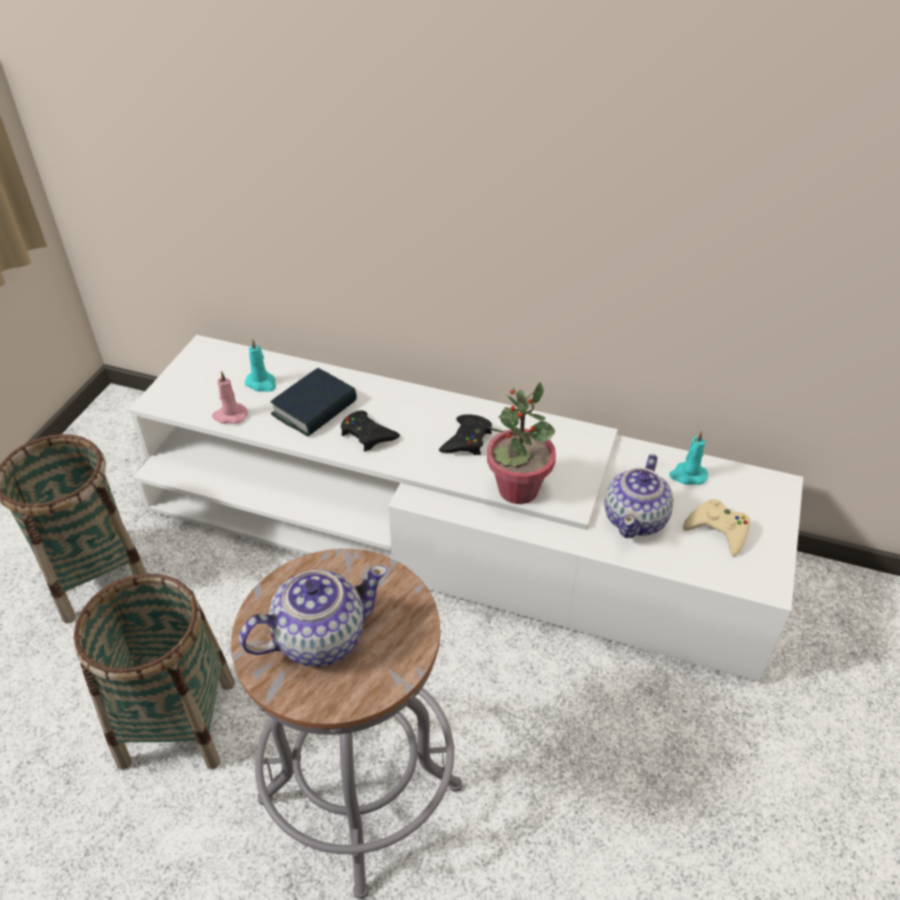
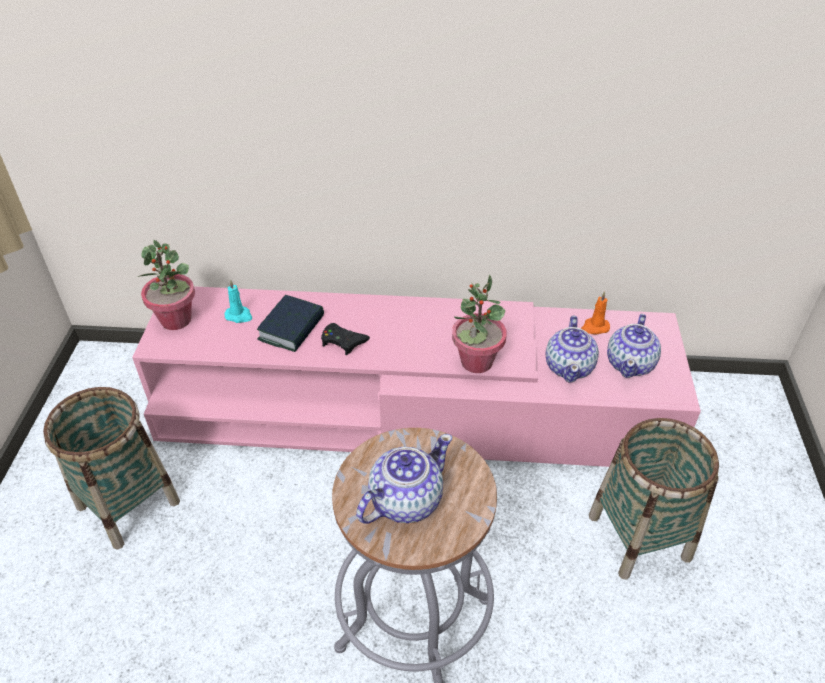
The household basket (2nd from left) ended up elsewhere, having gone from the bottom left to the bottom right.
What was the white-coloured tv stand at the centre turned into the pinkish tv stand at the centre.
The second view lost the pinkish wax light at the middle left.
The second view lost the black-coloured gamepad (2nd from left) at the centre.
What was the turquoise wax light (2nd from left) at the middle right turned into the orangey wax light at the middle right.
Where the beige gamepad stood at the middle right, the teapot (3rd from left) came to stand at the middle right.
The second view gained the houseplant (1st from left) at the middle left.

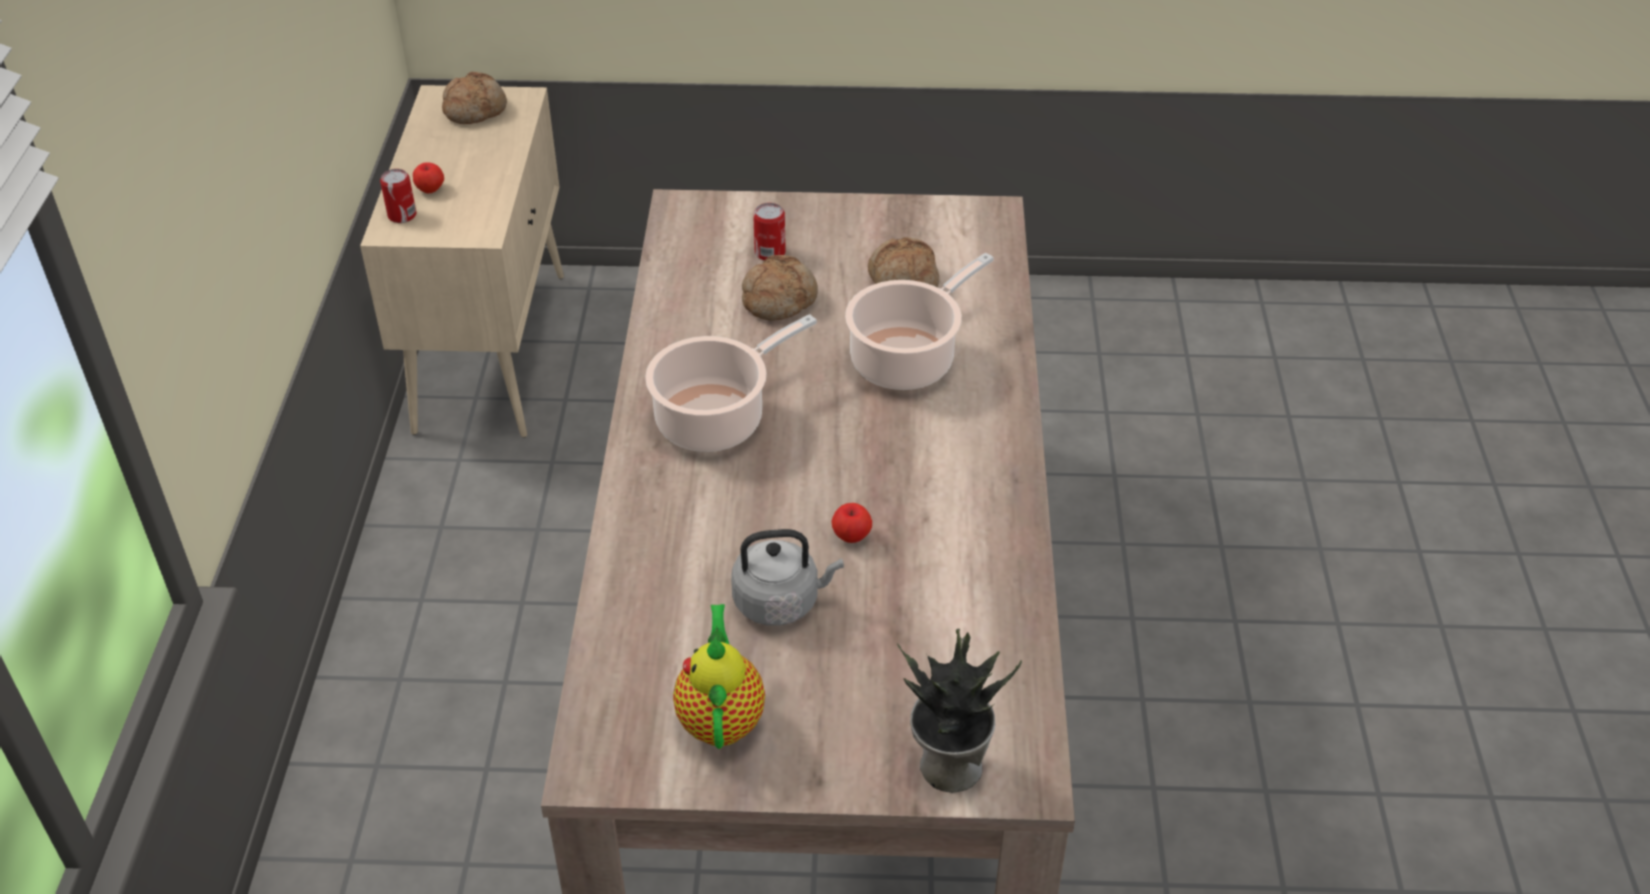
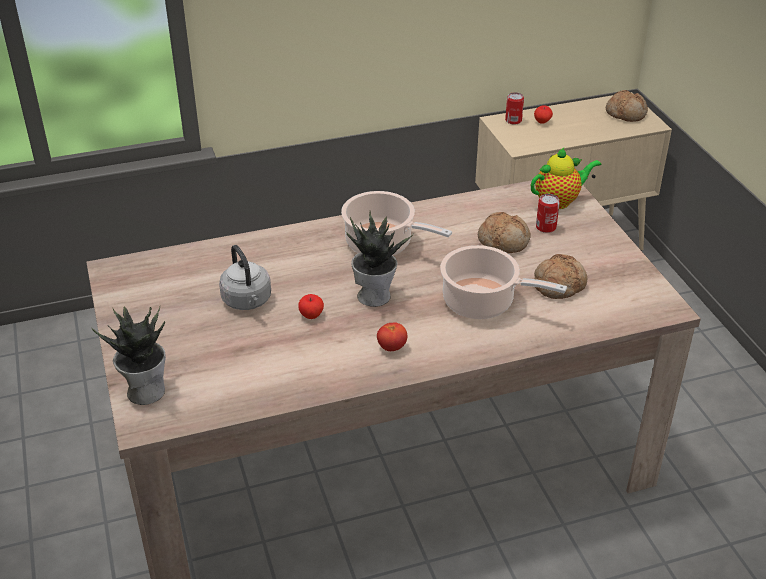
The teapot ended up elsewhere, having gone from the bottom centre to the top right.
The second view gained the houseplant (2nd from left) at the centre.
The second view gained the whole tomato at the centre.

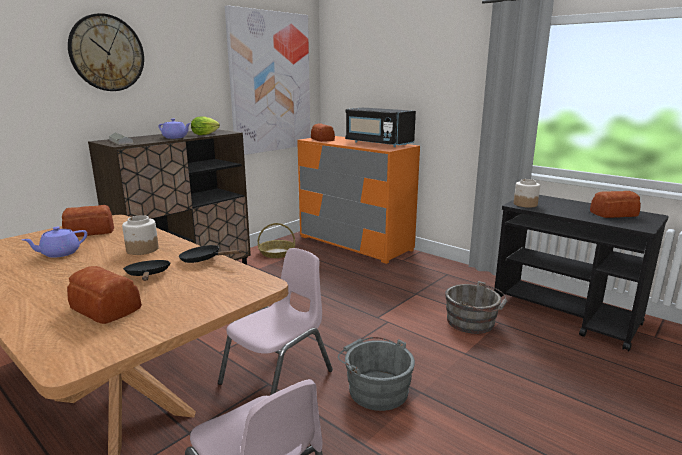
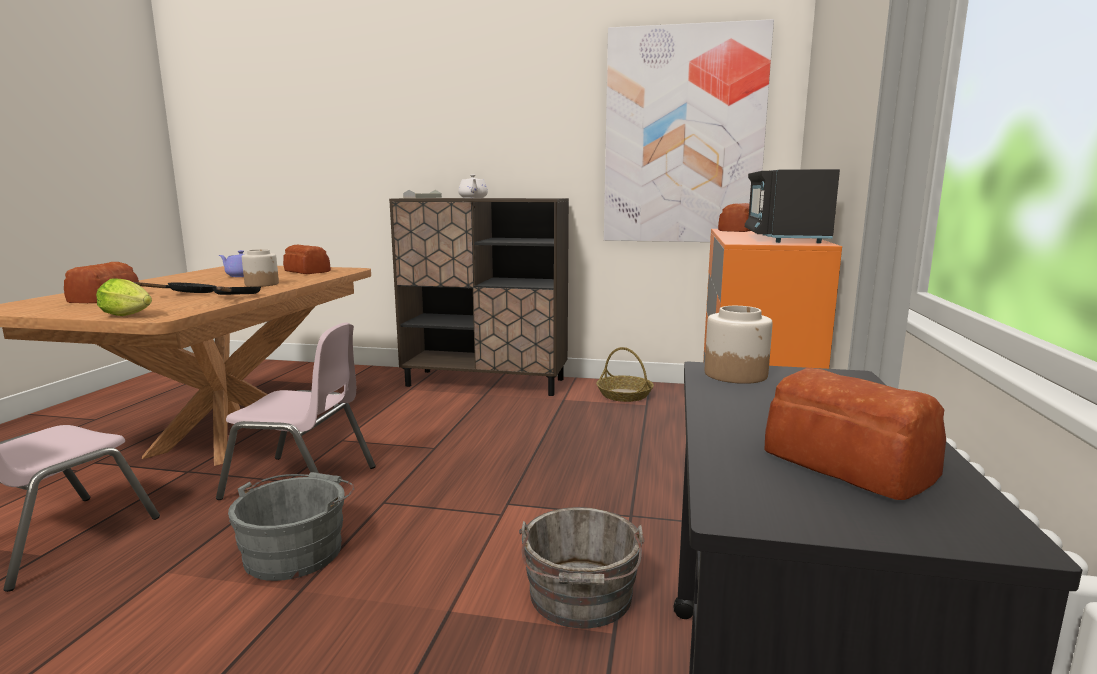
The second view lost the clock on the wall at the top left.
What was the purplish teapot (2nd from left) at the top left turned into the white-coloured teapot at the top centre.
The lettuce ended up elsewhere, having gone from the top left to the middle left.

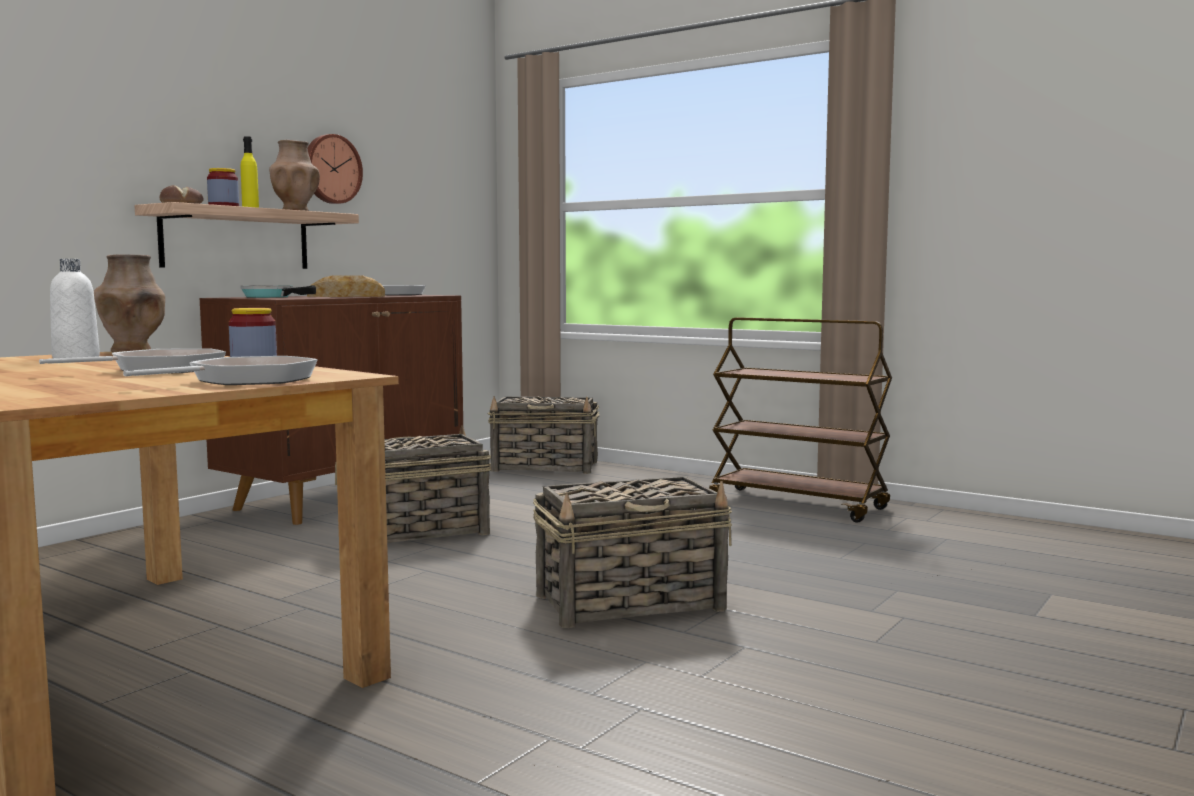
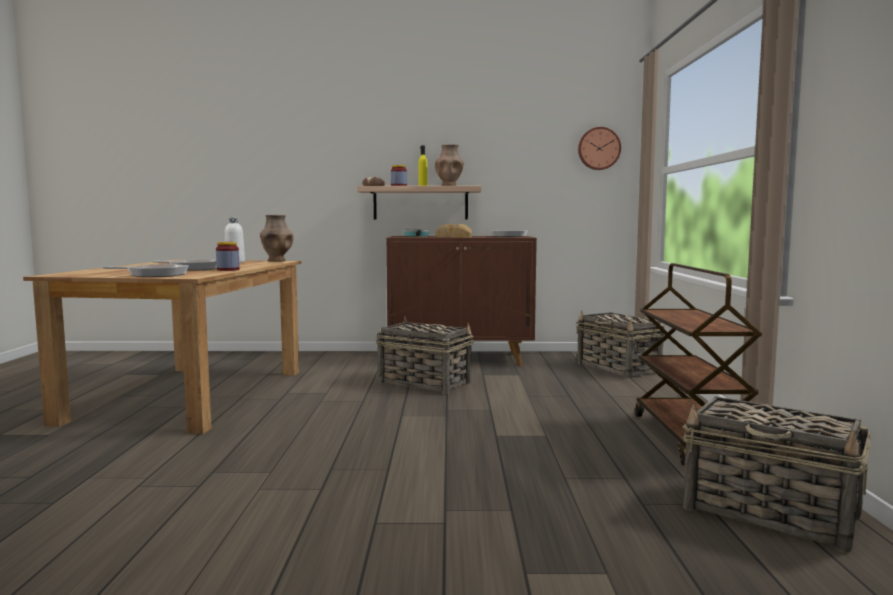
The clock on the wall ended up elsewhere, having gone from the top left to the top right.
The household basket (3rd from left) ended up elsewhere, having gone from the bottom centre to the bottom right.

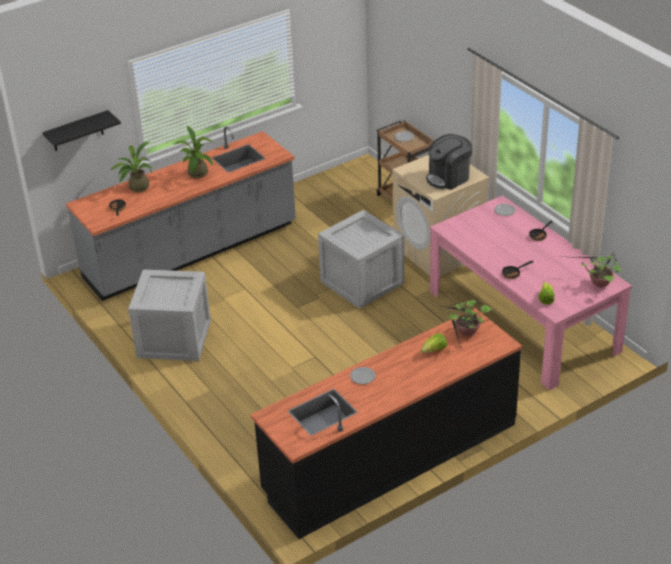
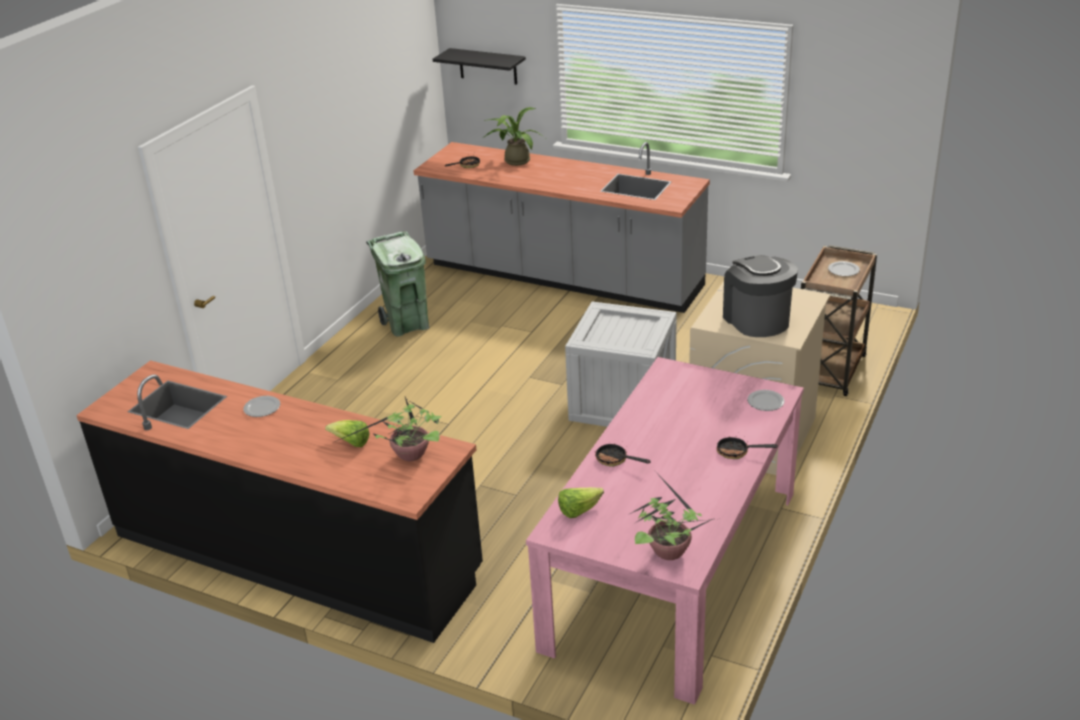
Where the shipping crate (1st from left) stood at the middle left, the greenish trash can came to stand at the centre.
The second view lost the houseplant (2nd from left) at the top left.
The coffee brewer at the top right ended up facing another way, 45 degrees clockwise from before.

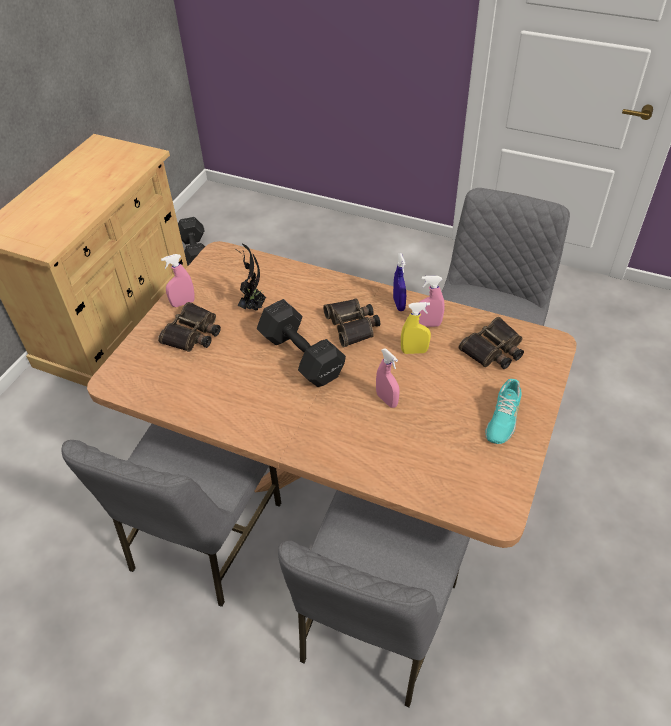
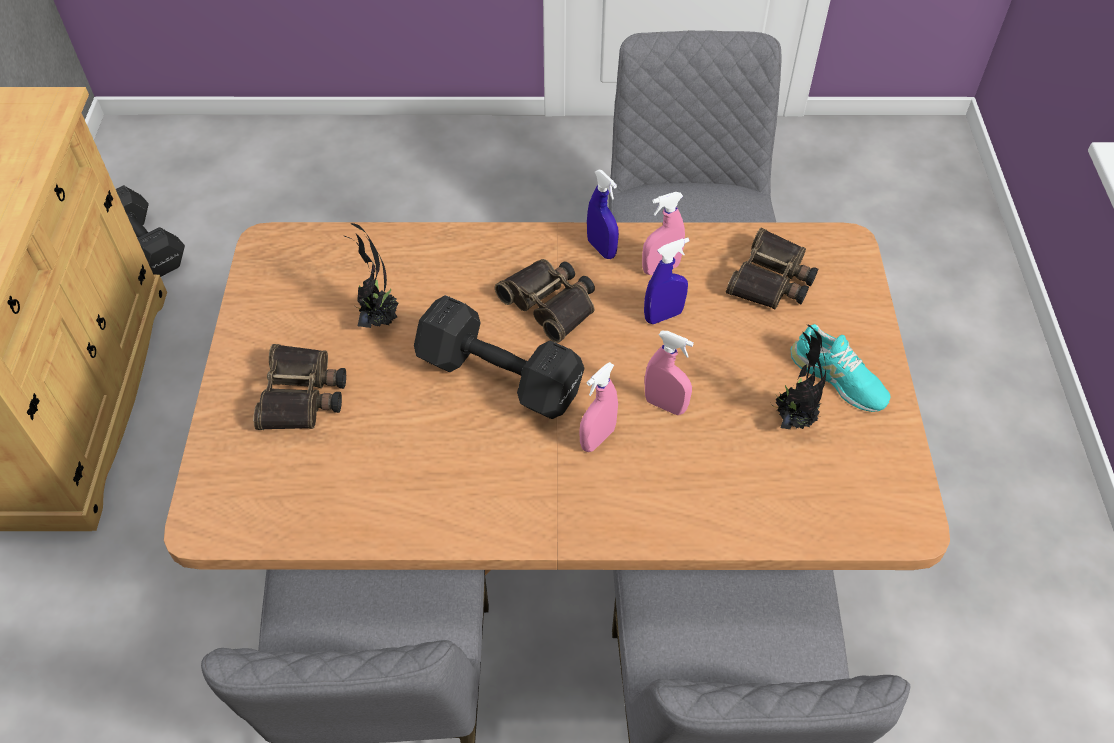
The pinkish spray bottle (1st from left) ended up elsewhere, having gone from the middle left to the centre.
What was the yellow spray bottle at the centre turned into the bluish spray bottle (2nd from left) at the centre.
The turquoise low shoe at the middle right ended up facing another way, 45 degrees counterclockwise from before.
The second view gained the houseplant (2nd from left) at the middle right.

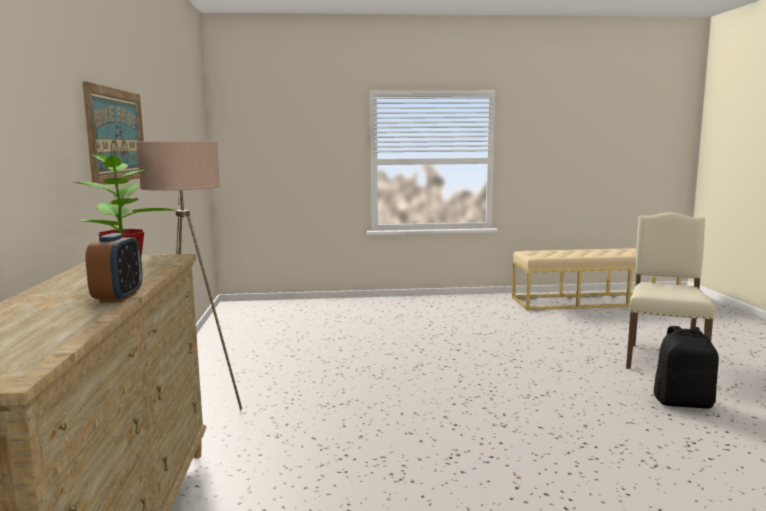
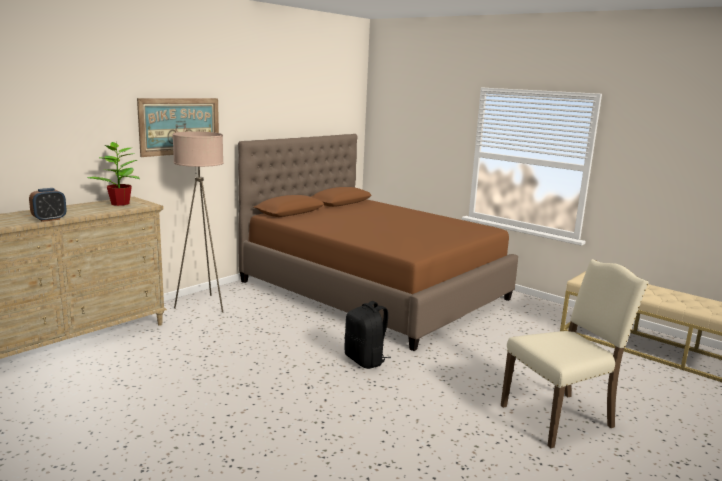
The black-coloured backpack ended up elsewhere, having gone from the bottom right to the bottom centre.
The second view gained the brownish sleeping bed at the centre.

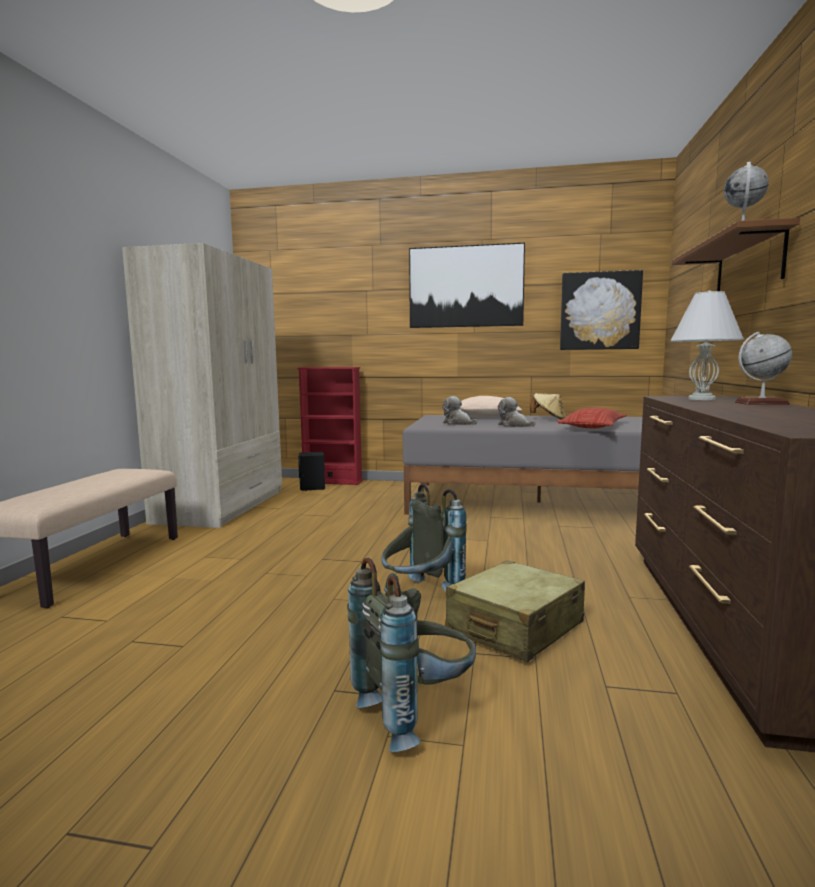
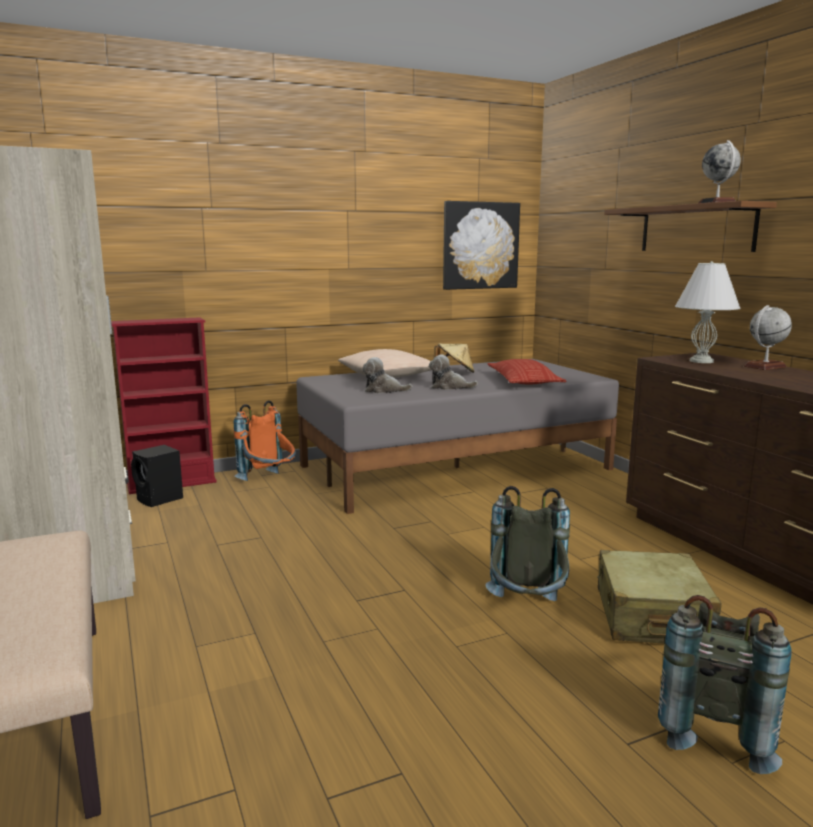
The second view lost the wall picture (1st from left) at the top centre.
The second view gained the orangey backpack at the middle left.

